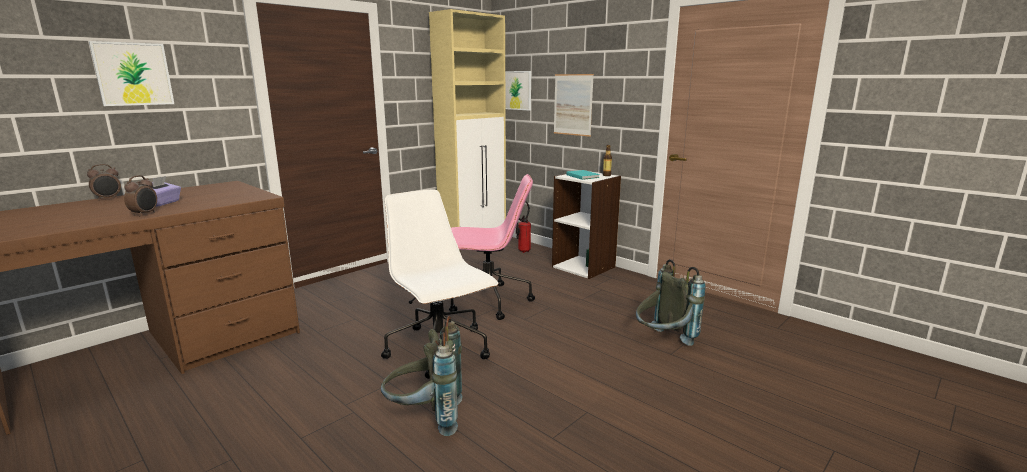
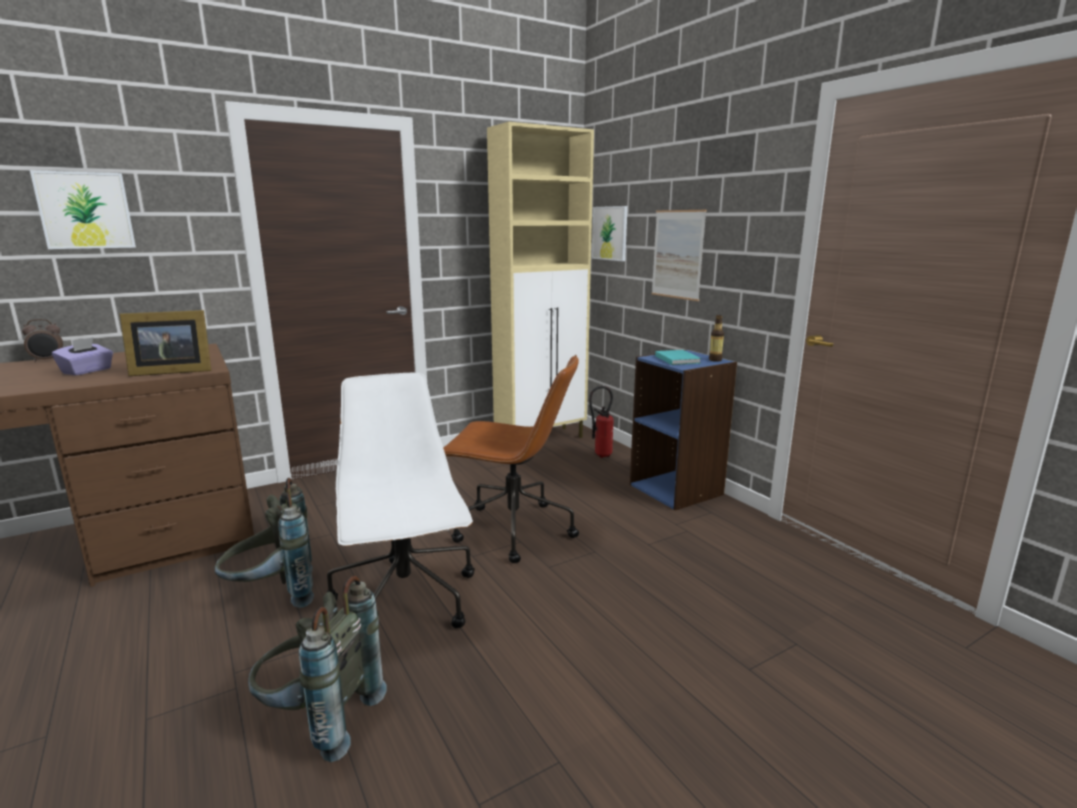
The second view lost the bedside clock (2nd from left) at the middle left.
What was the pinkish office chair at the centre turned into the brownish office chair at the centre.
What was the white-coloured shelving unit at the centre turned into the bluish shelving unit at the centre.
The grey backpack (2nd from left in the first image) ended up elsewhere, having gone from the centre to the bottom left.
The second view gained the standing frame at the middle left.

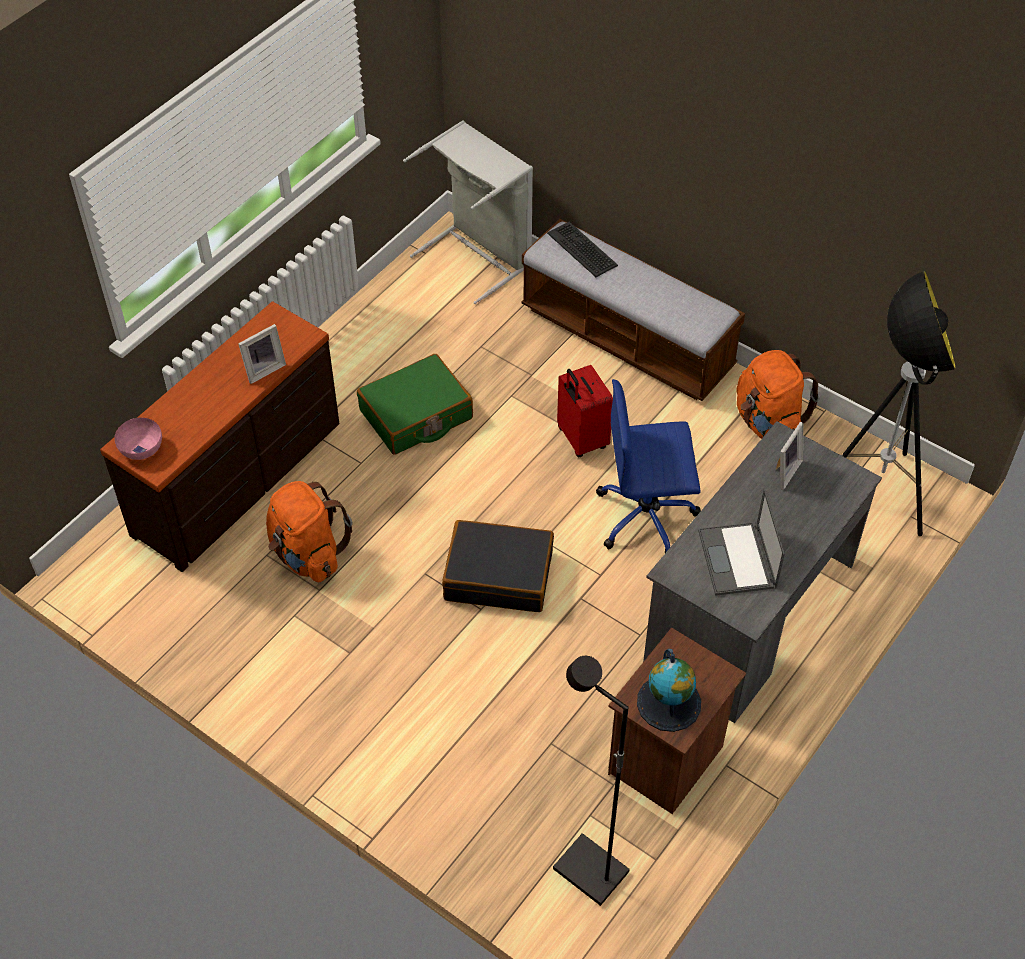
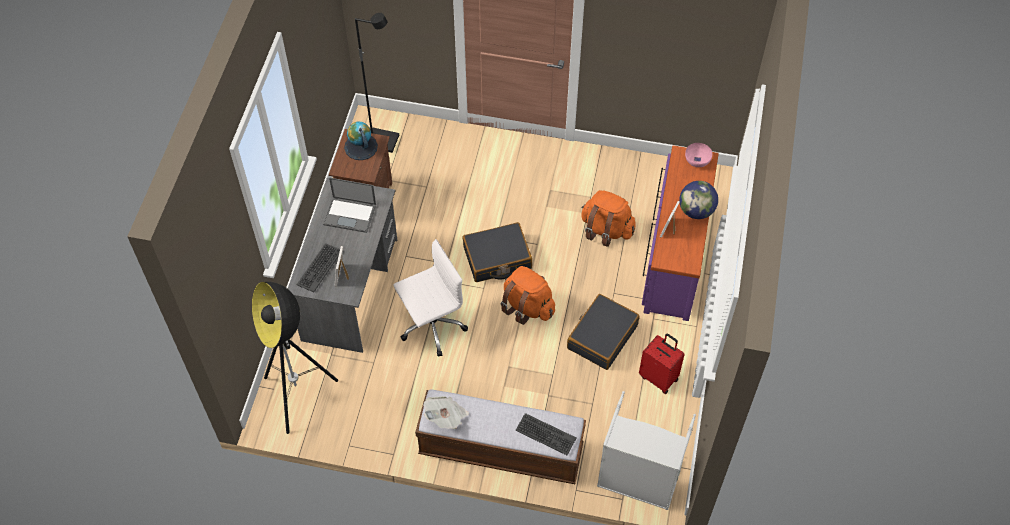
What was the brownish chest of drawers at the middle left turned into the purplish chest of drawers at the middle right.
What was the greenish suitcase at the centre turned into the black-coloured suitcase (2nd from left) at the centre.
The red-coloured suitcase ended up elsewhere, having gone from the centre to the bottom centre.
What was the bluish office chair at the centre turned into the white-coloured office chair at the centre.
The portable computer at the middle right ended up facing another way, 135 degrees clockwise from before.
The orangey backpack (2nd from left in the first image) ended up elsewhere, having gone from the middle right to the centre.
The second view gained the computer keyboard (1st from left) at the middle left.
The second view gained the newspaper at the bottom centre.
The second view gained the desk globe (2nd from left) at the middle right.

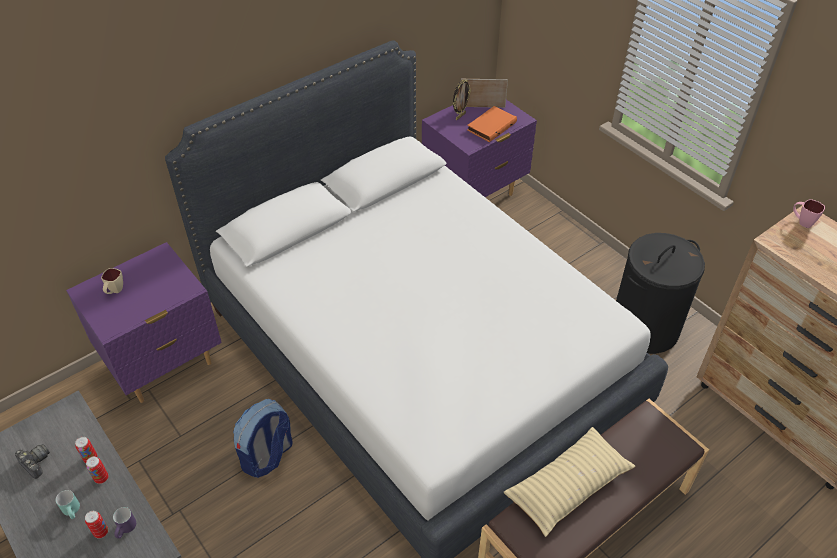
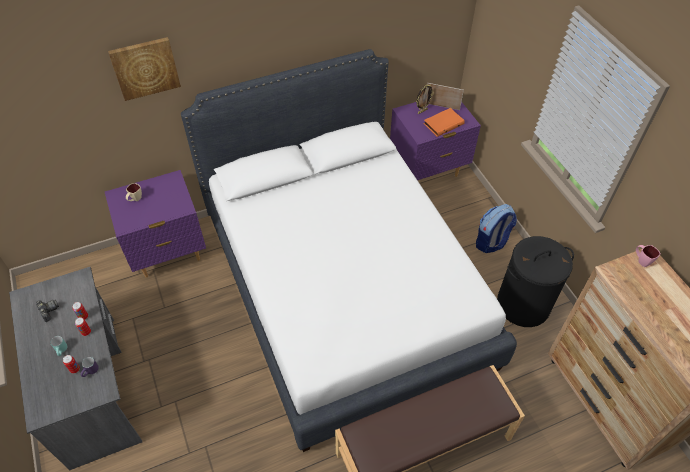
The backpack ended up elsewhere, having gone from the bottom left to the middle right.
The second view lost the beige pillow at the bottom right.
The second view gained the wall picture at the top left.

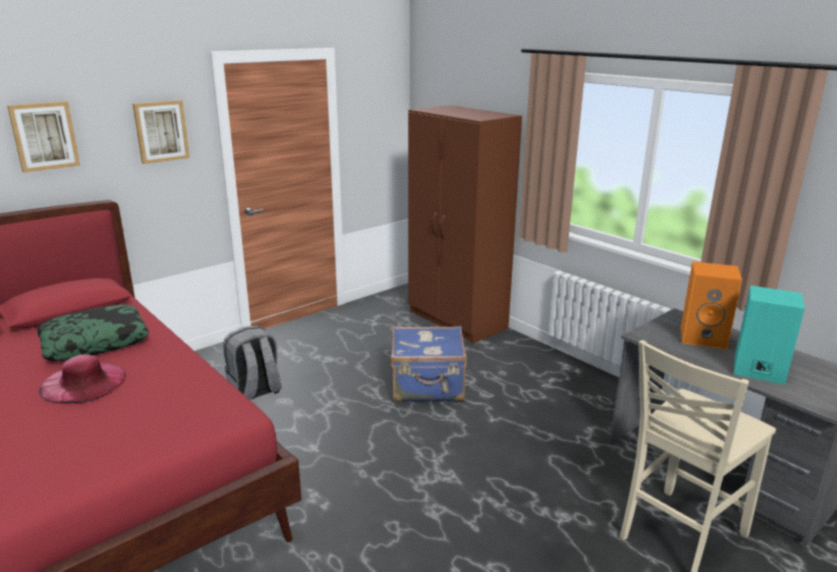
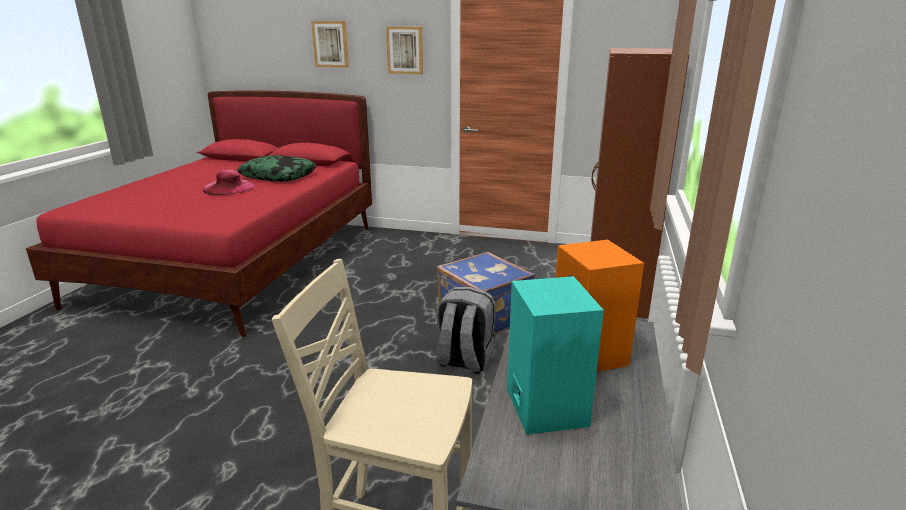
The grey backpack ended up elsewhere, having gone from the middle left to the centre.

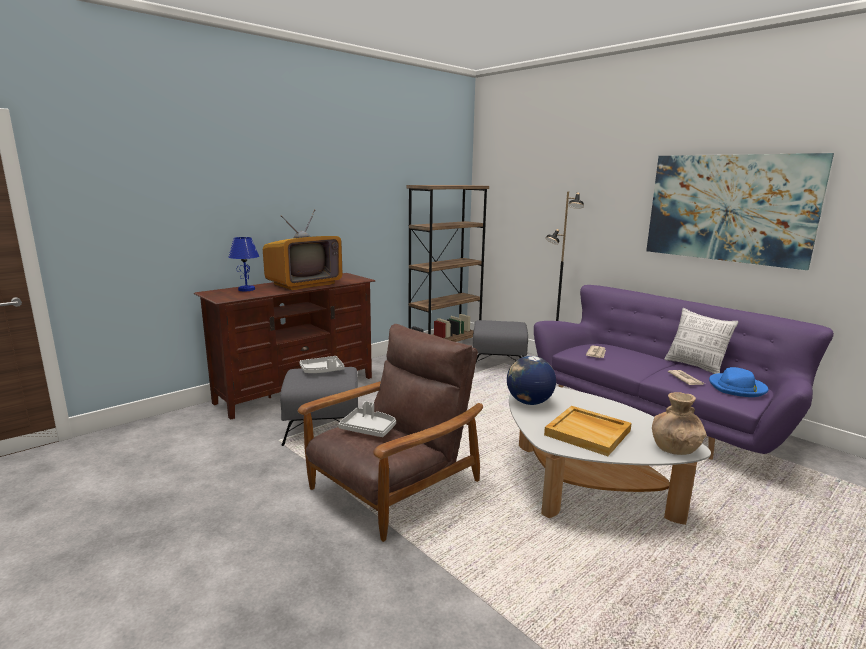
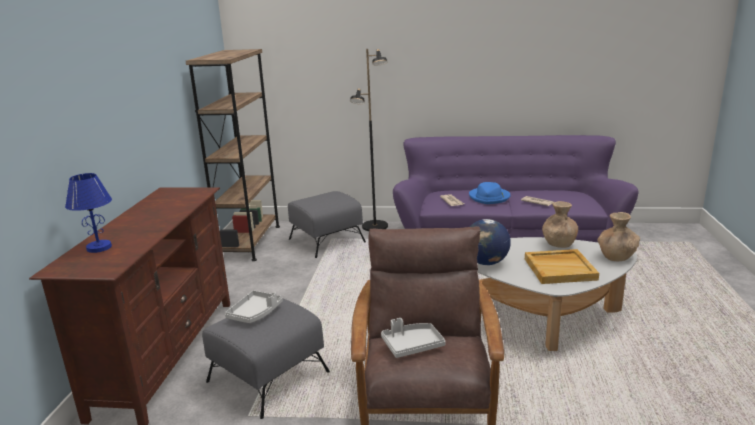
The second view lost the TV at the centre.
The second view lost the wall picture at the top right.
The second view lost the pillow at the middle right.
The bluish hat ended up elsewhere, having gone from the middle right to the centre.
The second view gained the brownish flower vase (1st from left) at the middle right.

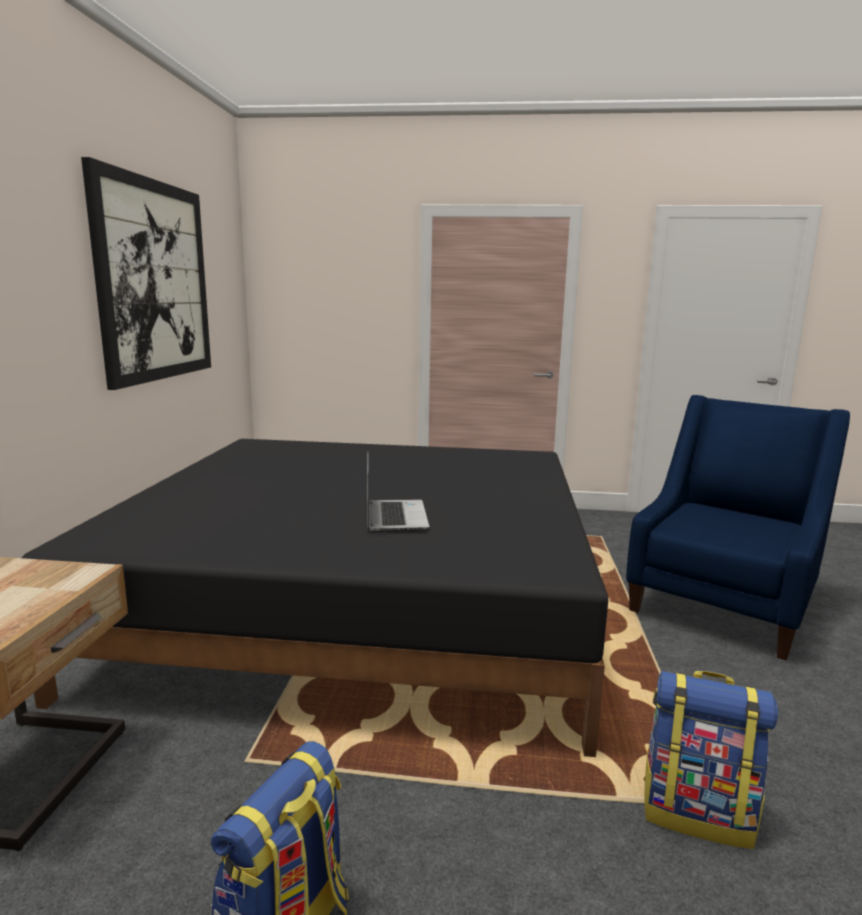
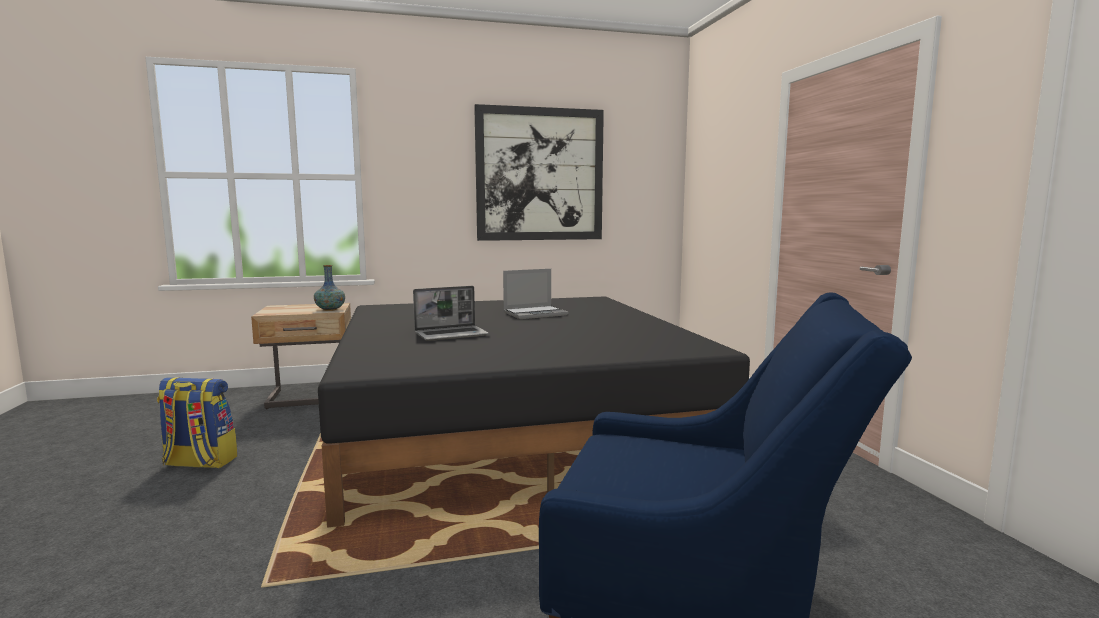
The second view lost the backpack (2nd from left) at the bottom right.
The second view gained the flower vase at the middle left.
The second view gained the portable computer (2nd from left) at the centre.

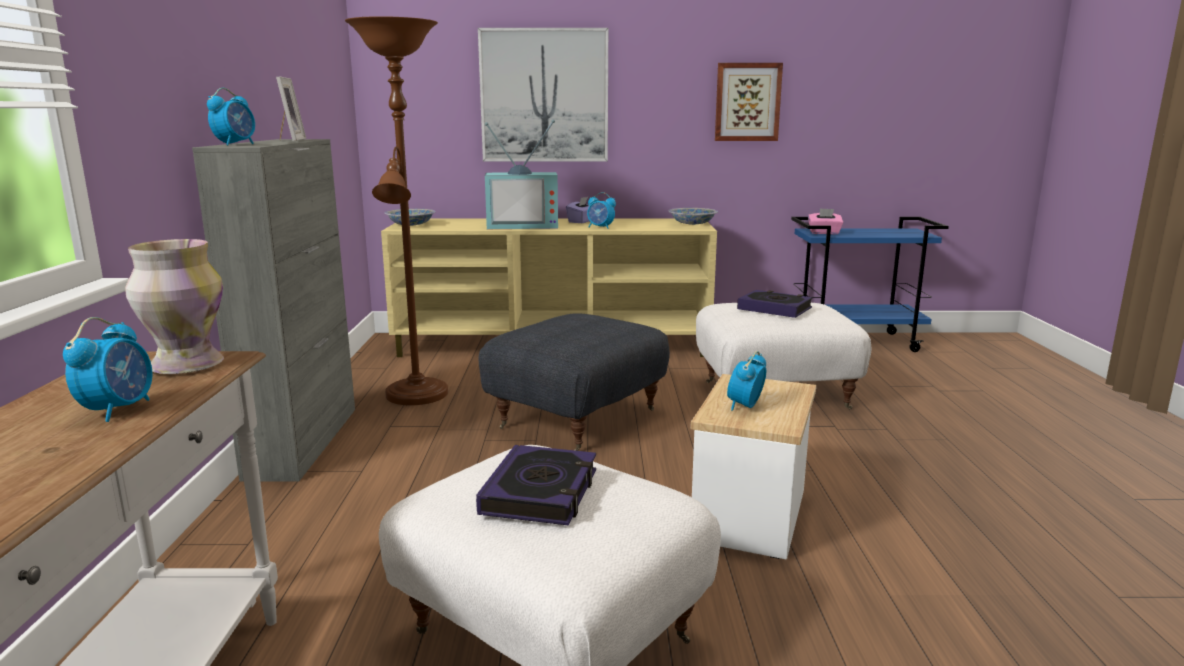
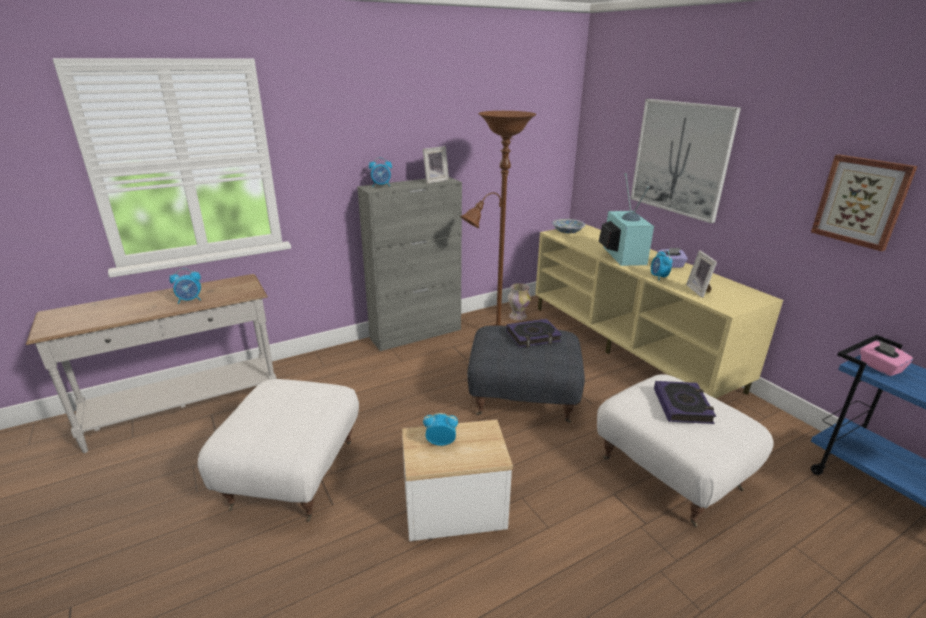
The flower vase ended up elsewhere, having gone from the middle left to the centre.
The bound book (1st from left) ended up elsewhere, having gone from the bottom centre to the centre.
The TV at the top centre ended up facing another way, 150 degrees counterclockwise from before.
The second view lost the bowl (2nd from left) at the top centre.
The second view gained the standing frame (2nd from left) at the middle right.

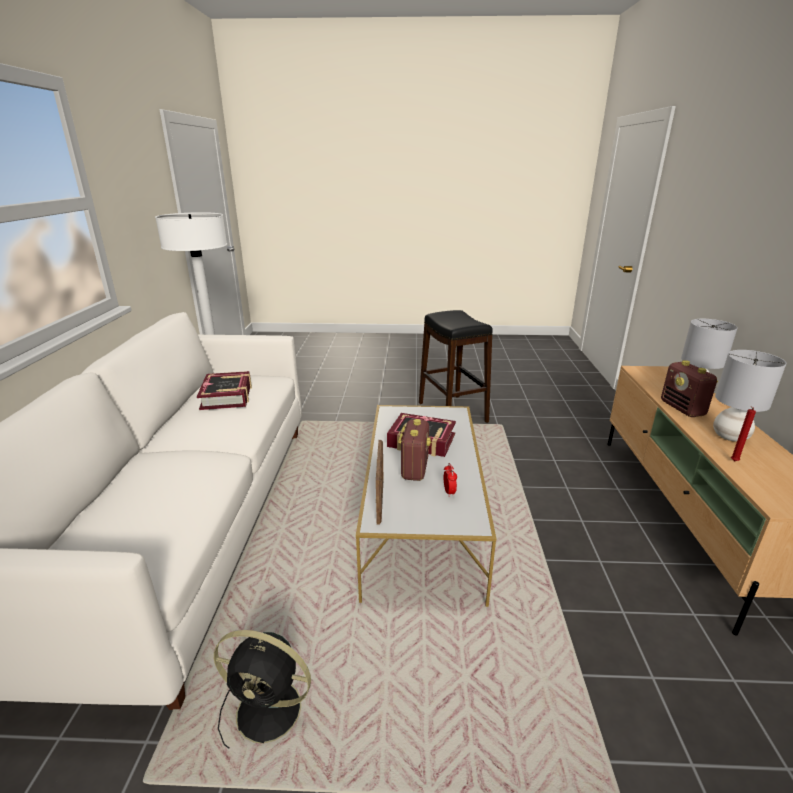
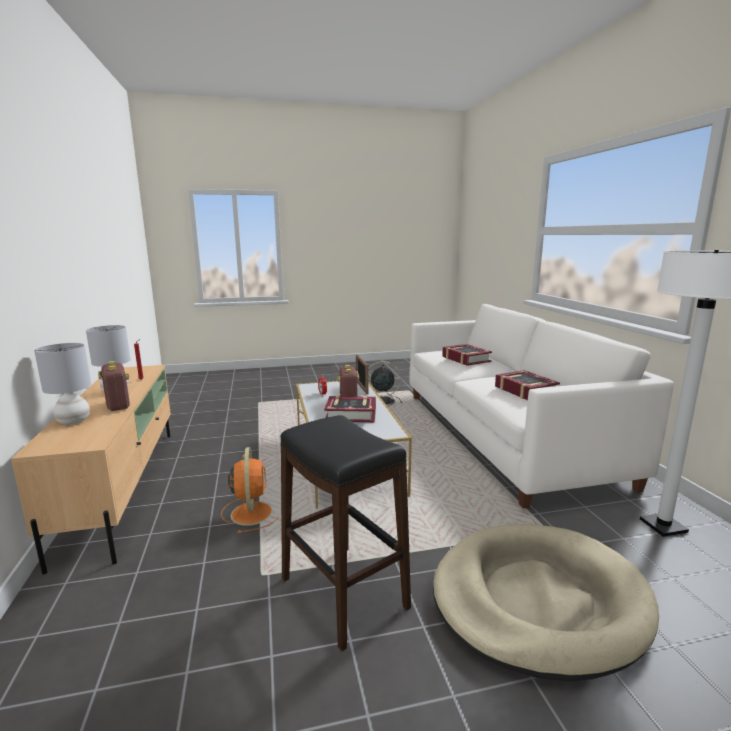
The second view gained the orangey electric fan at the bottom centre.
The second view gained the beige dog bed at the bottom right.
The second view gained the bound book (2nd from left) at the centre.

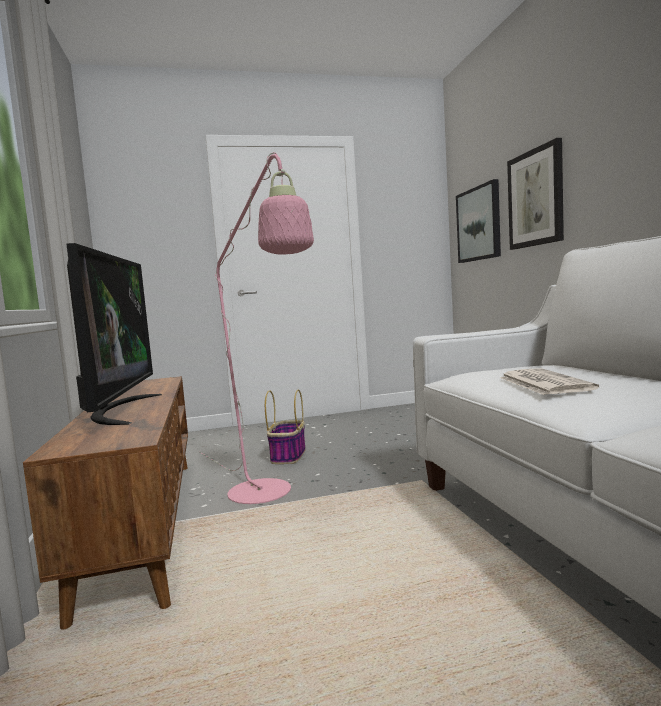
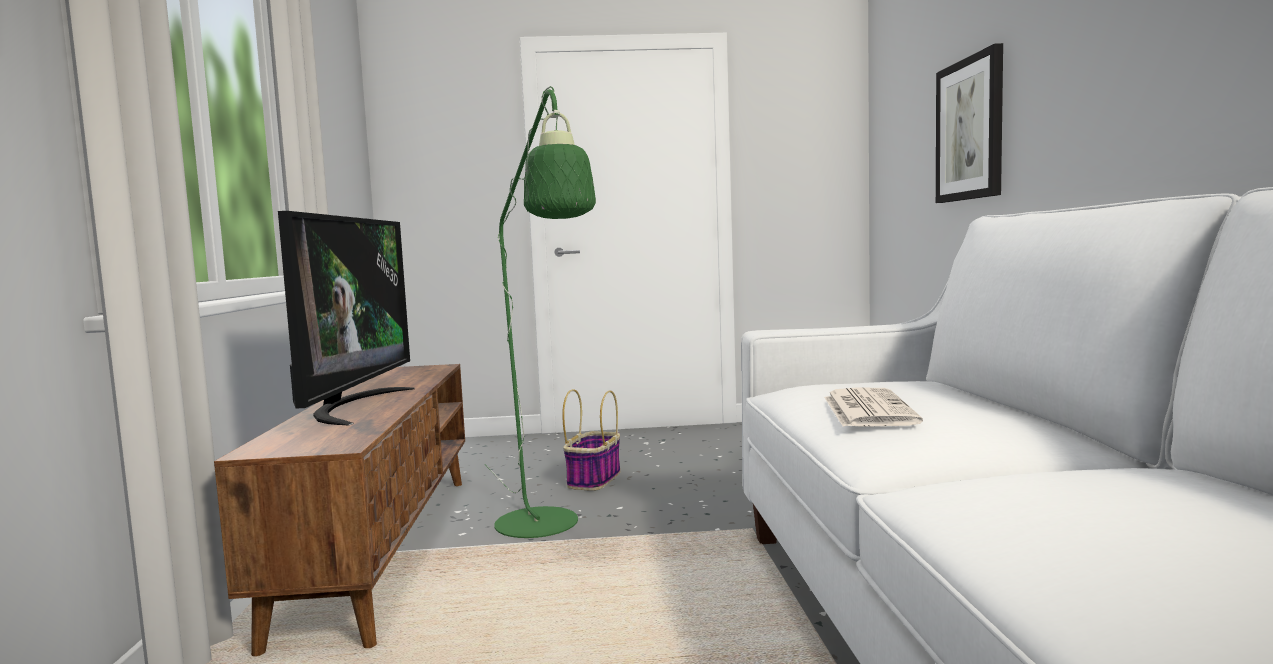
What was the pinkish standard lamp at the centre turned into the greenish standard lamp at the centre.
The second view lost the wall picture (1st from left) at the top right.

